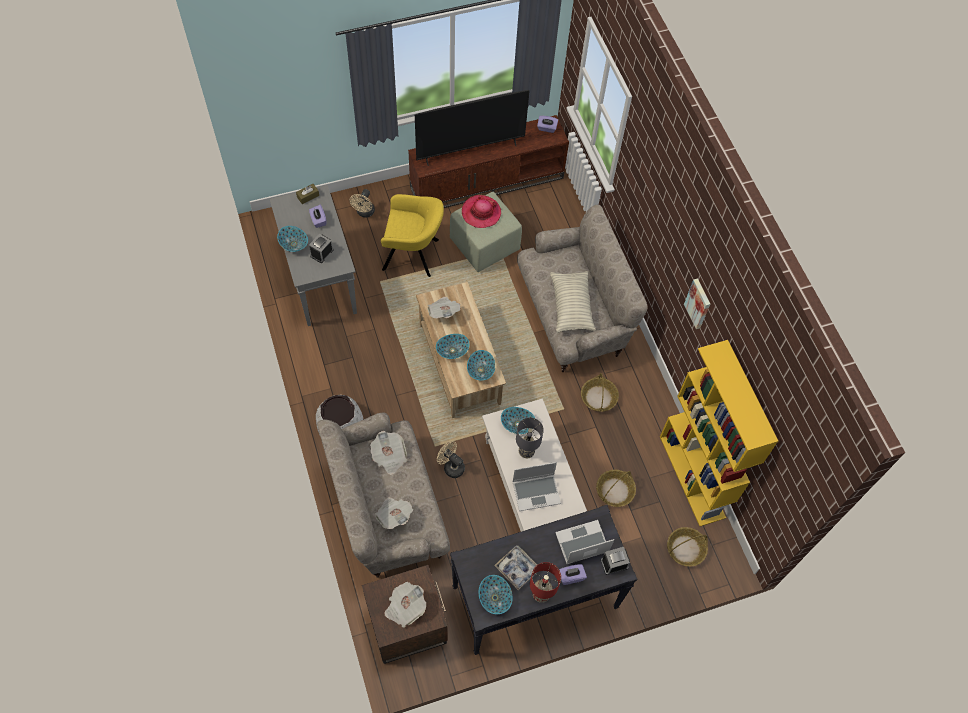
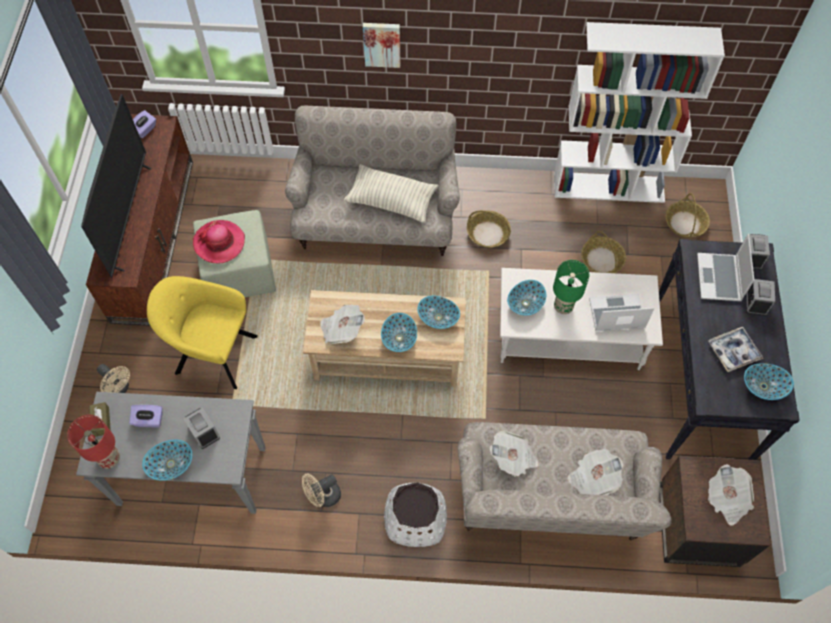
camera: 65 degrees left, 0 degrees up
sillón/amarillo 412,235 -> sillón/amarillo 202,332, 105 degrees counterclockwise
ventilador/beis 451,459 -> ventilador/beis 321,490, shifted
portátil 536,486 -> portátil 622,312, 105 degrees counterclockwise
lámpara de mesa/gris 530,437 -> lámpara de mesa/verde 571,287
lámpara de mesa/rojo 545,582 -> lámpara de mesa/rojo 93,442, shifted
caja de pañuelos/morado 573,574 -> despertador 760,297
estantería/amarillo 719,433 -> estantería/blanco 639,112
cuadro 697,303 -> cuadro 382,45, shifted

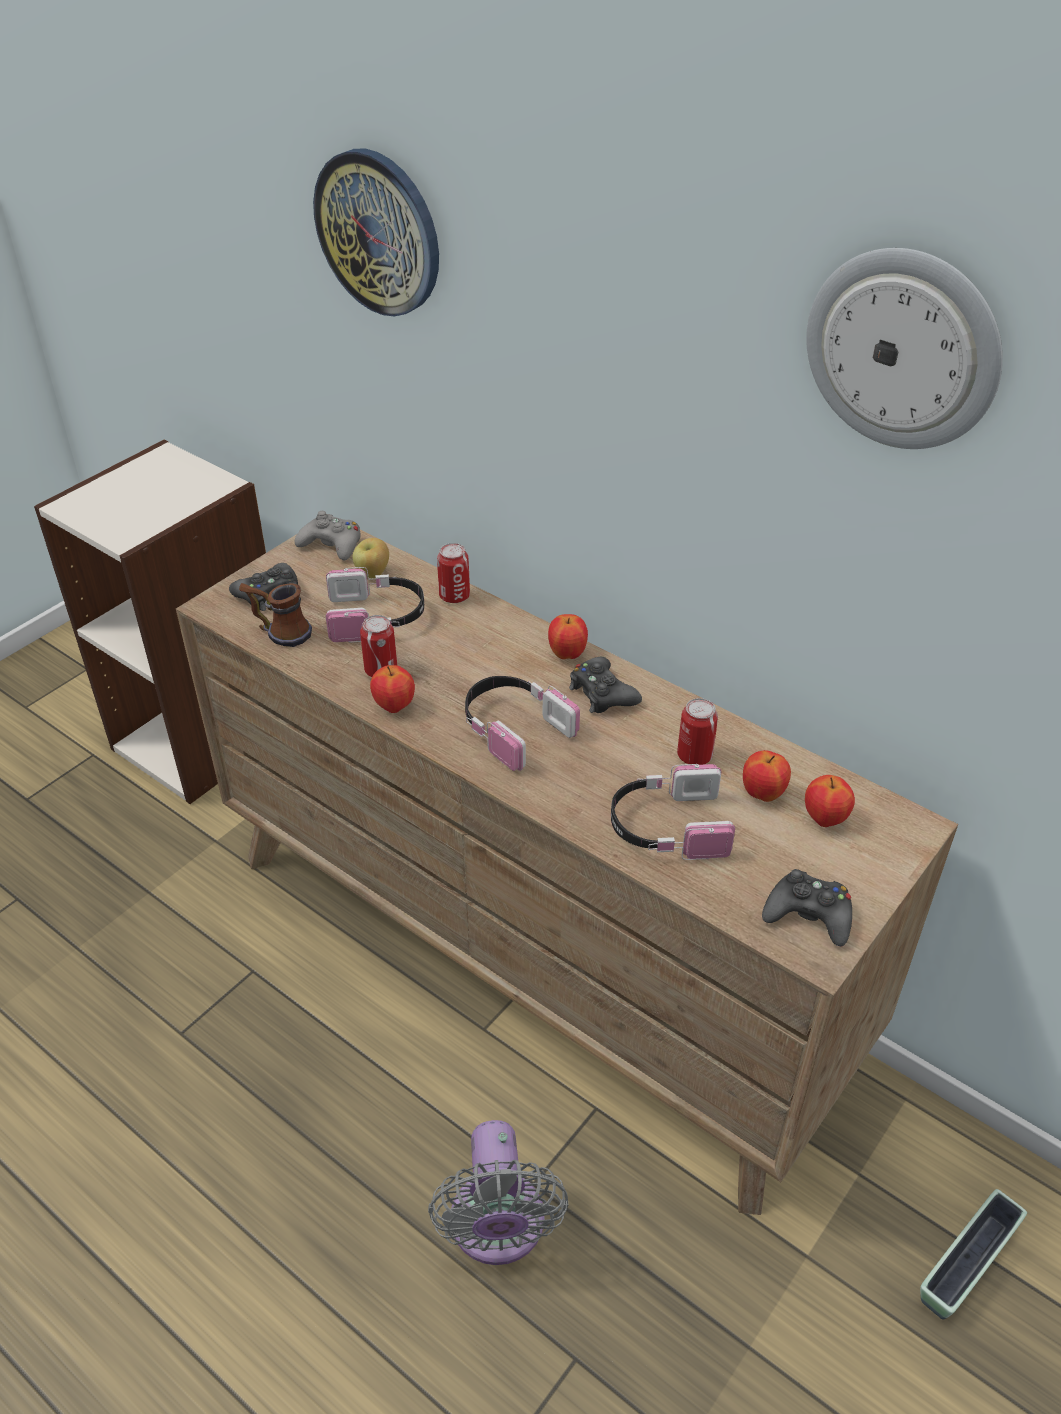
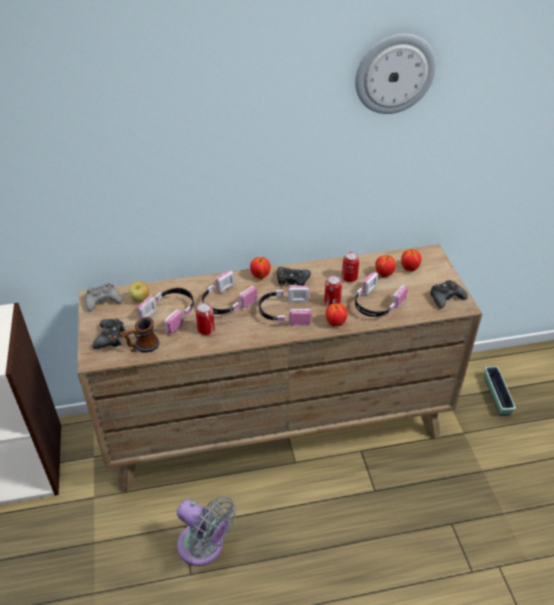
camera: 50 degrees left, 0 degrees up
reloj de pared 376,232 -> none
manzana 392,689 -> manzana 336,314, shifted
ventilador/gris 498,1192 -> ventilador/gris 206,531, shifted
lata 453,573 -> lata 333,290, shifted
none -> auriculares 230,292

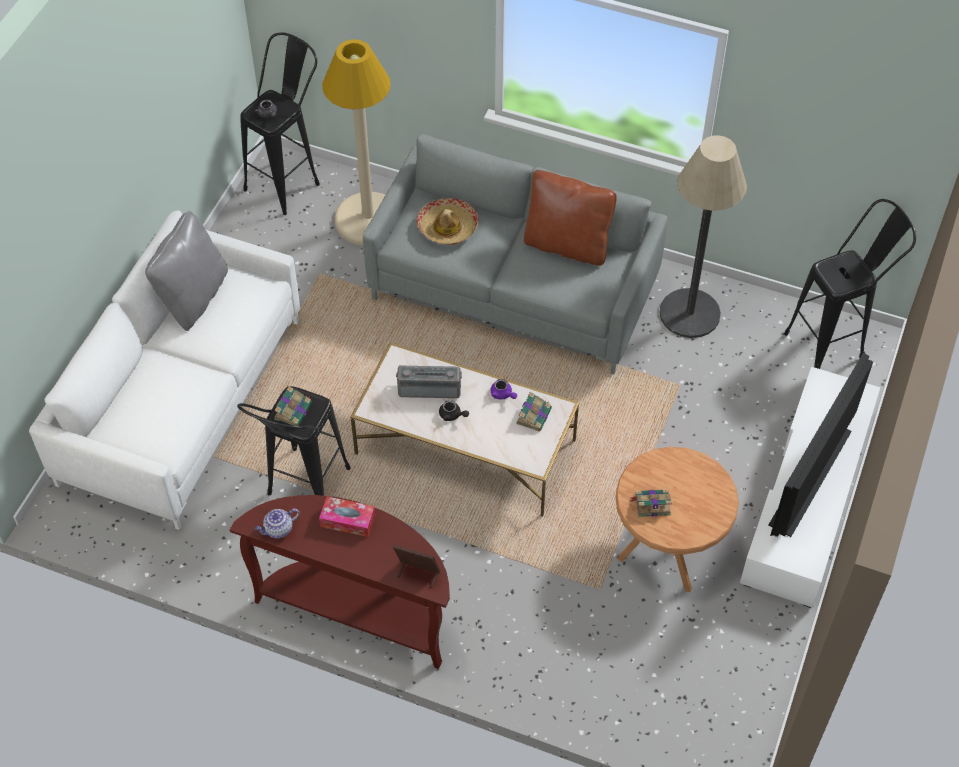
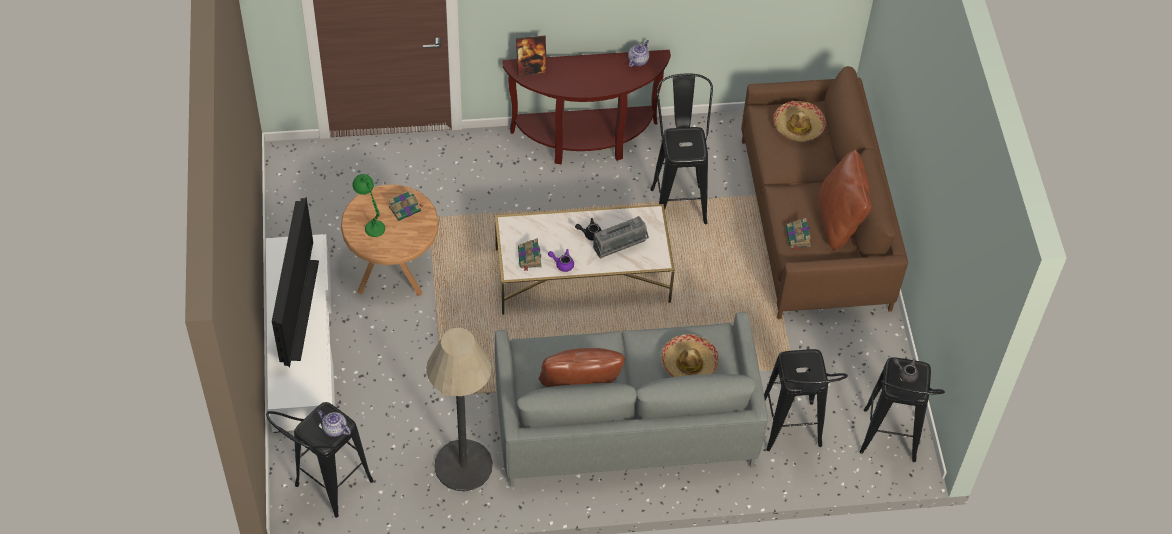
camera: 150 degrees right, 0 degrees up
sofá/blanco 164,370 -> sofá/marrón 824,192
cojín/gris 186,271 -> cojín/marrón 845,200
libro 293,406 -> libro 798,234, shifted
caja de pañuelos 347,516 -> none
lámpara de pie/beis 356,142 -> taburete/negro 806,400
none -> tetera 334,423
none -> lámpara de mesa/verde 369,205
none -> sombrero 799,121

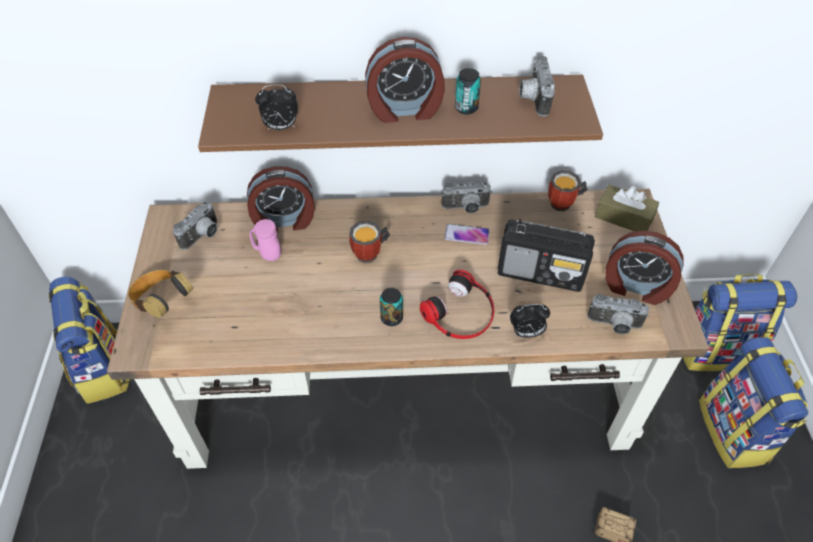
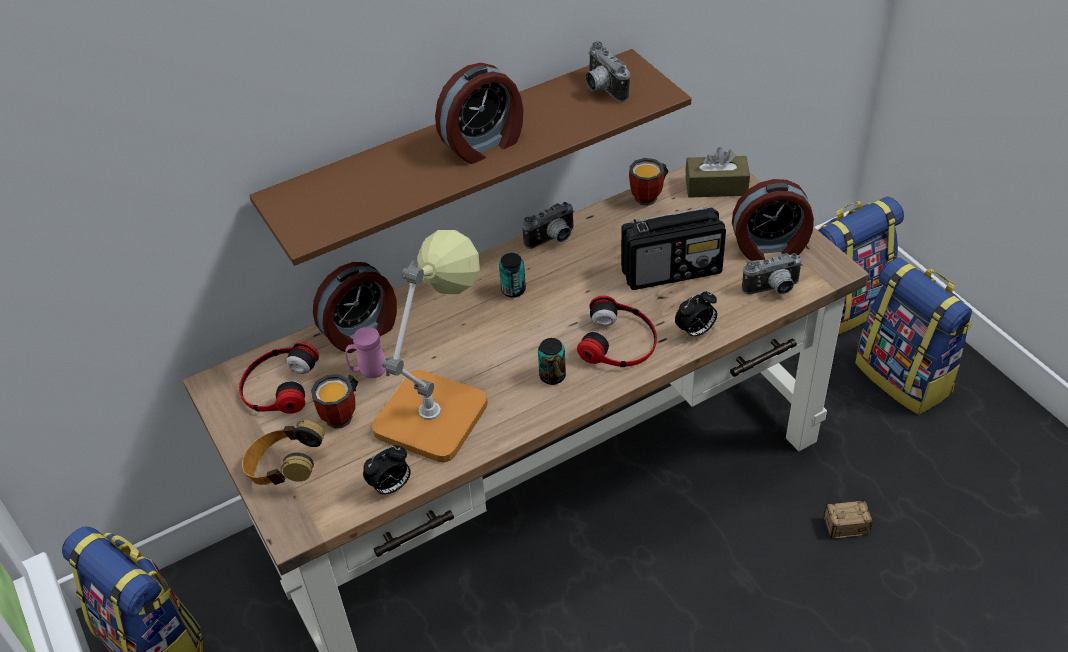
camera: 25 degrees left, 5 degrees down
cámara 195,226 -> auriculares 279,378
despertador 276,107 -> despertador 387,470, shifted
taza grande 369,241 -> taza grande 334,401, shifted
móvil 467,234 -> none
lata 468,91 -> lata 512,275, shifted
none -> lámpara de mesa 430,346

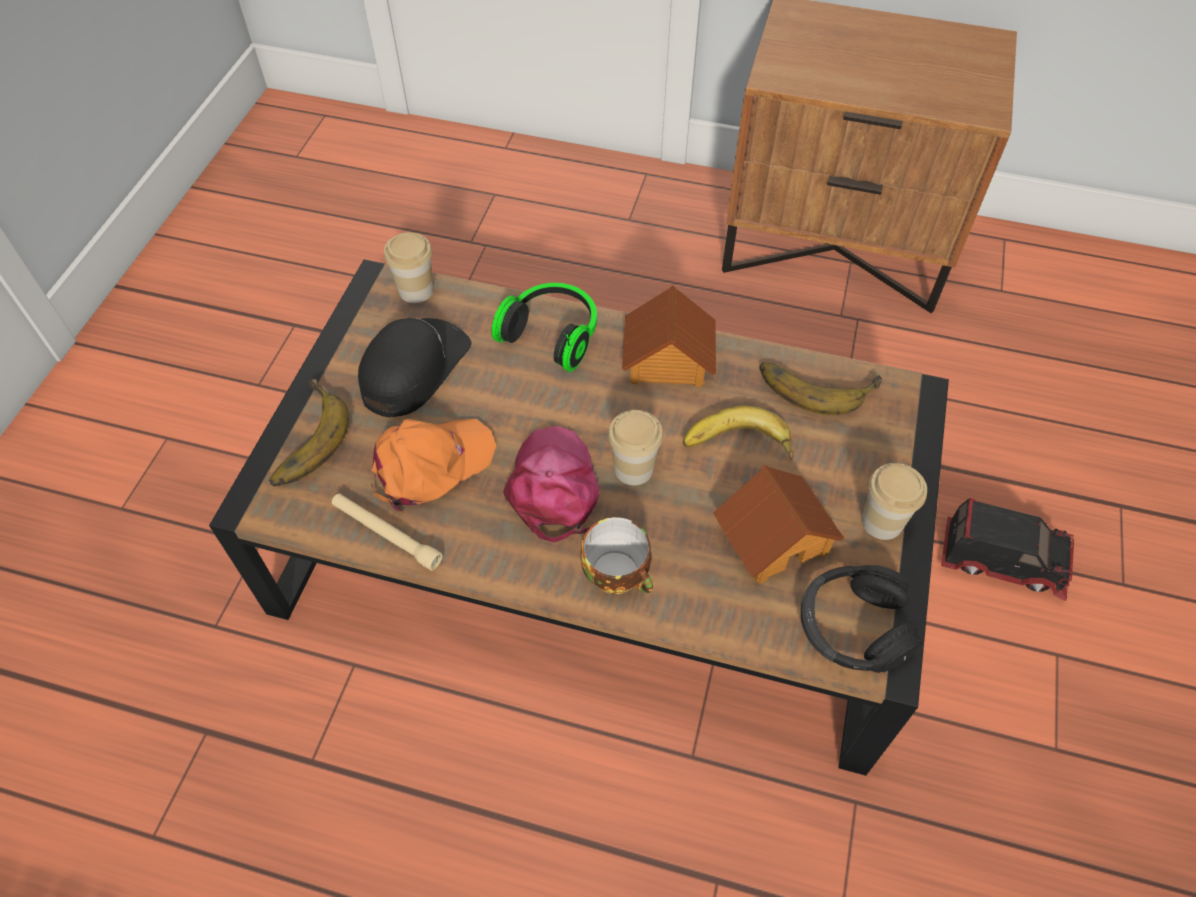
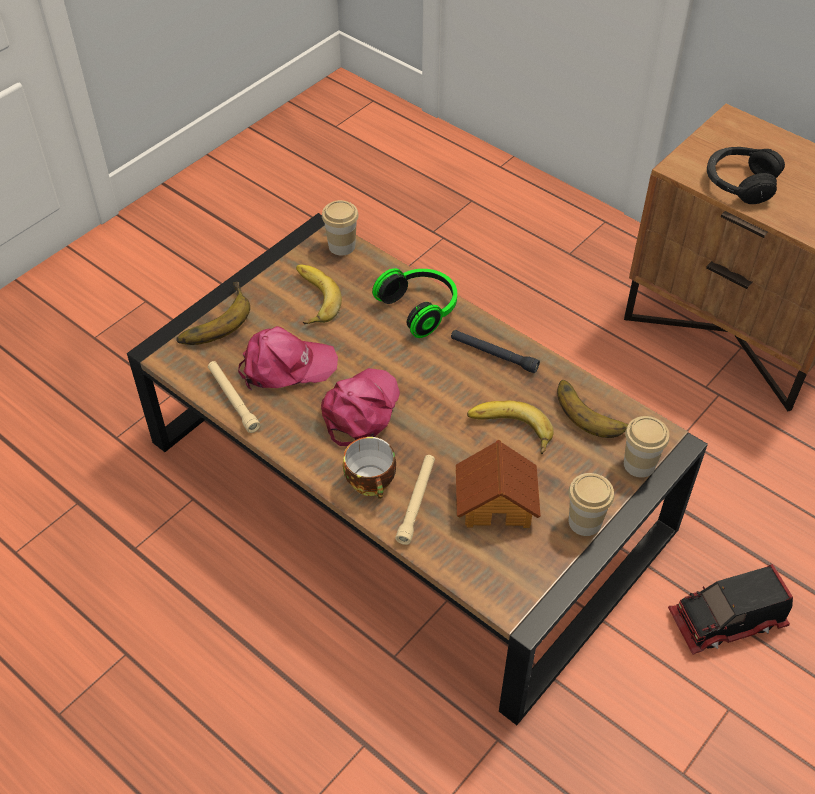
camera: 25 degrees right, 5 degrees down
gorra/negro 414,368 -> plátano 319,294
gorra/naranja 433,466 -> gorra/rosa 288,358
taza 635,447 -> taza 646,447, shifted
casita 669,336 -> linterna/negro 495,351
auriculares/negro 862,619 -> auriculares/negro 746,175, shifted
camión de juguete 1007,549 -> camión de juguete 730,609, 120 degrees clockwise
none -> linterna/beis 415,500

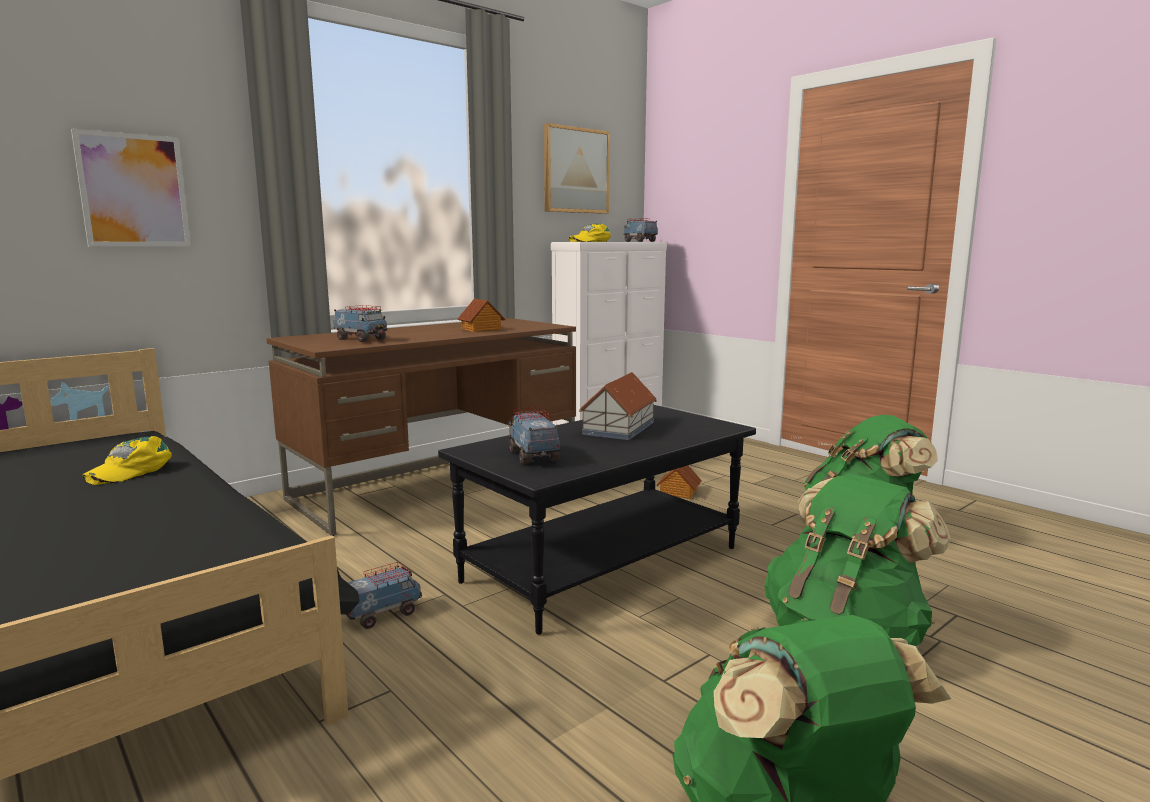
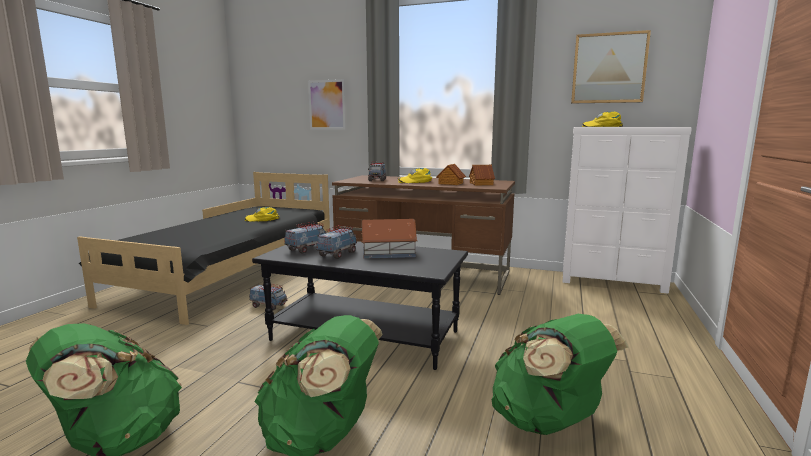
camera: 60 degrees right, 0 degrees up
camión de juguete 640,230 -> camión de juguete 336,242, shifted
casita 679,482 -> casita 482,175, shifted
none -> gorra/amarillo 415,175

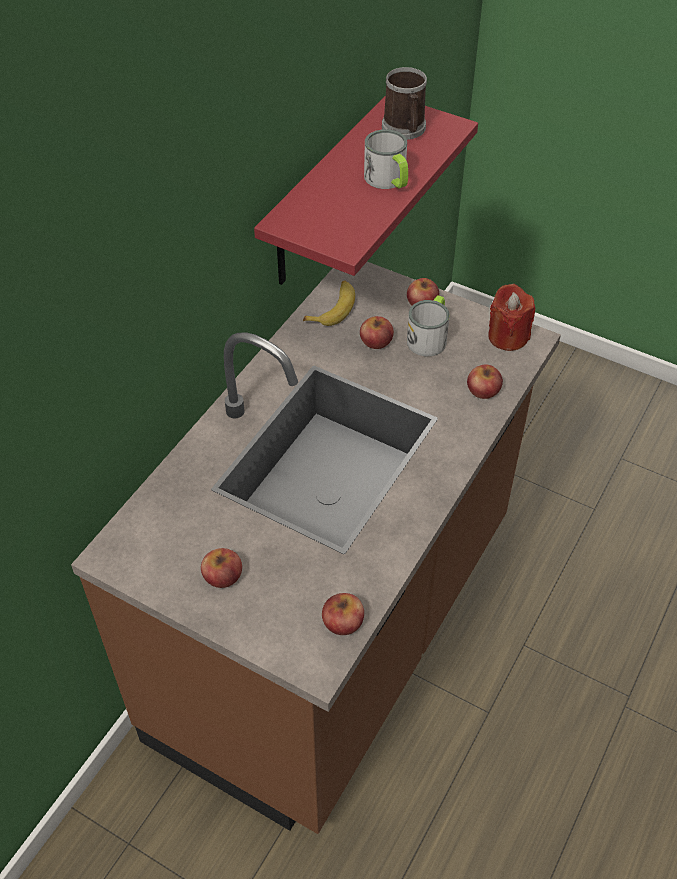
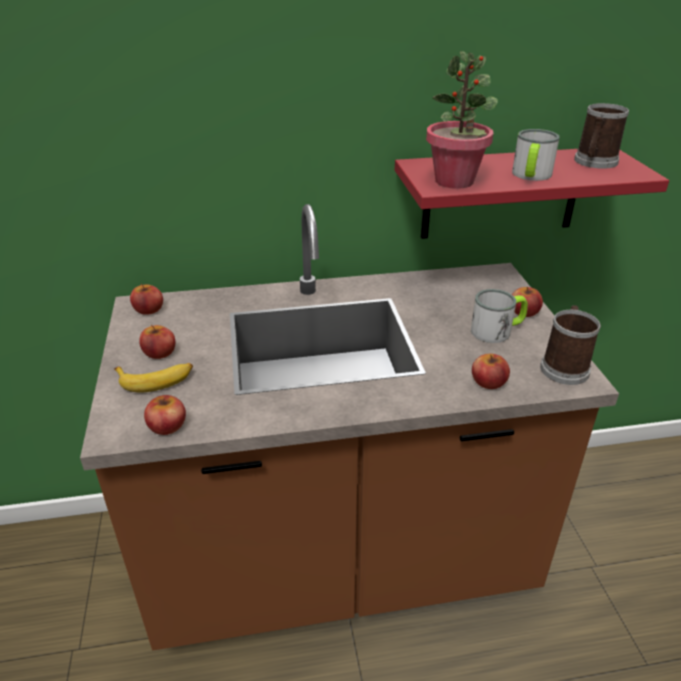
camera: 50 degrees right, 15 degrees down
plátano 329,303 -> plátano 153,377, shifted
manzana 377,332 -> manzana 146,299, shifted
vela/rojo 511,317 -> taza grande 570,345
none -> planta en maceta 462,120

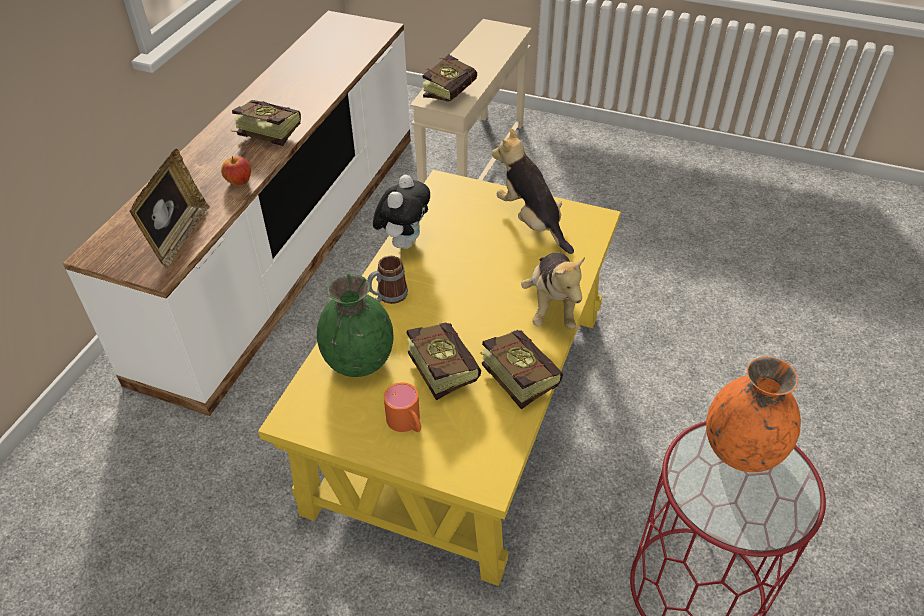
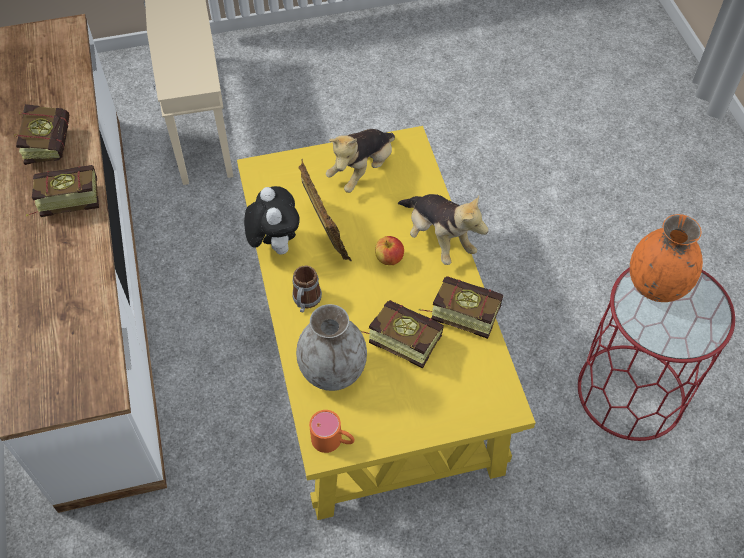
camera: 35 degrees left, 10 degrees up
portarretratos 170,208 -> portarretratos 325,210, shifted
manzana 236,171 -> manzana 389,250, shifted
florero/verde 355,325 -> florero/gris 331,347
taza grande/naranja 402,407 -> taza grande/naranja 332,431, shifted
libro 449,78 -> libro 41,134, shifted
peluche 533,191 -> peluche 360,161, 75 degrees counterclockwise

